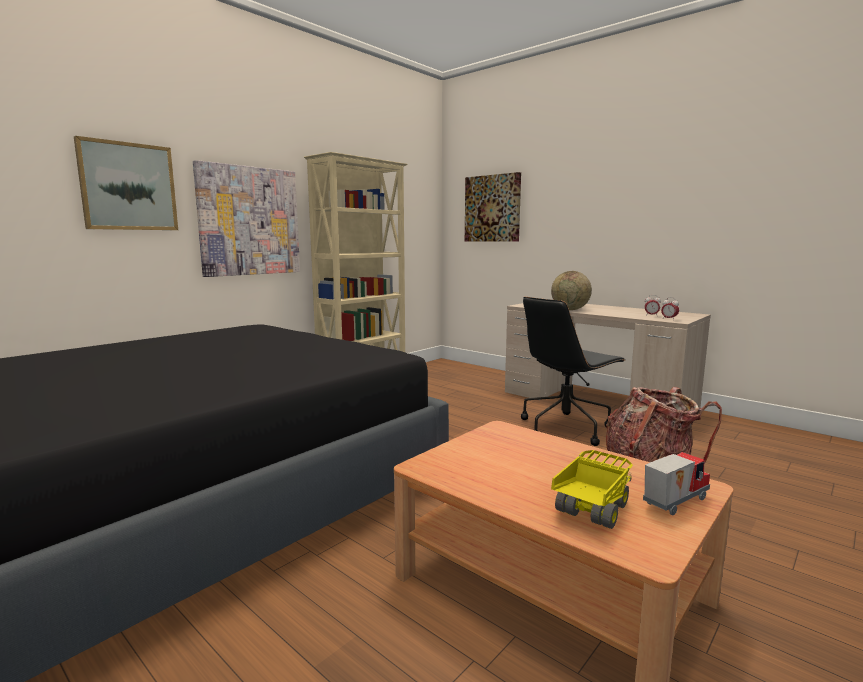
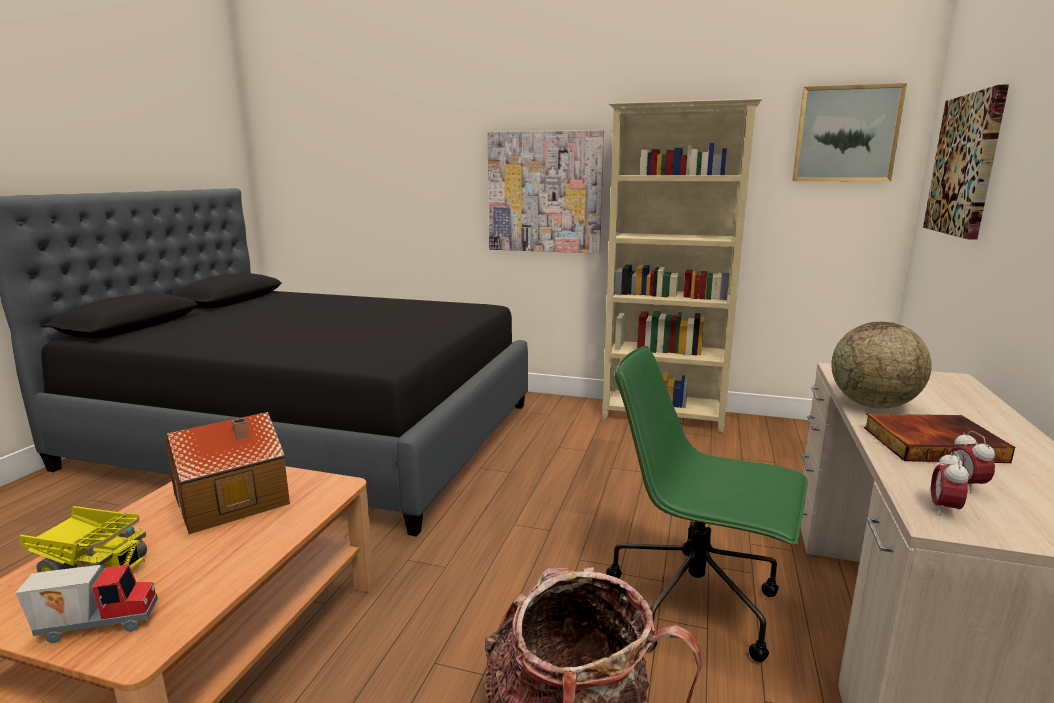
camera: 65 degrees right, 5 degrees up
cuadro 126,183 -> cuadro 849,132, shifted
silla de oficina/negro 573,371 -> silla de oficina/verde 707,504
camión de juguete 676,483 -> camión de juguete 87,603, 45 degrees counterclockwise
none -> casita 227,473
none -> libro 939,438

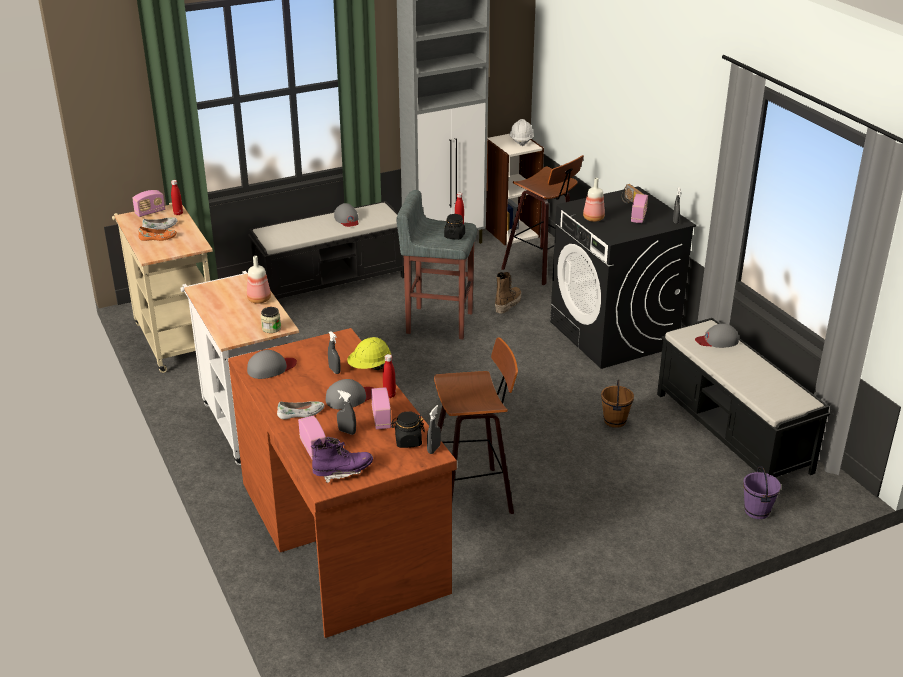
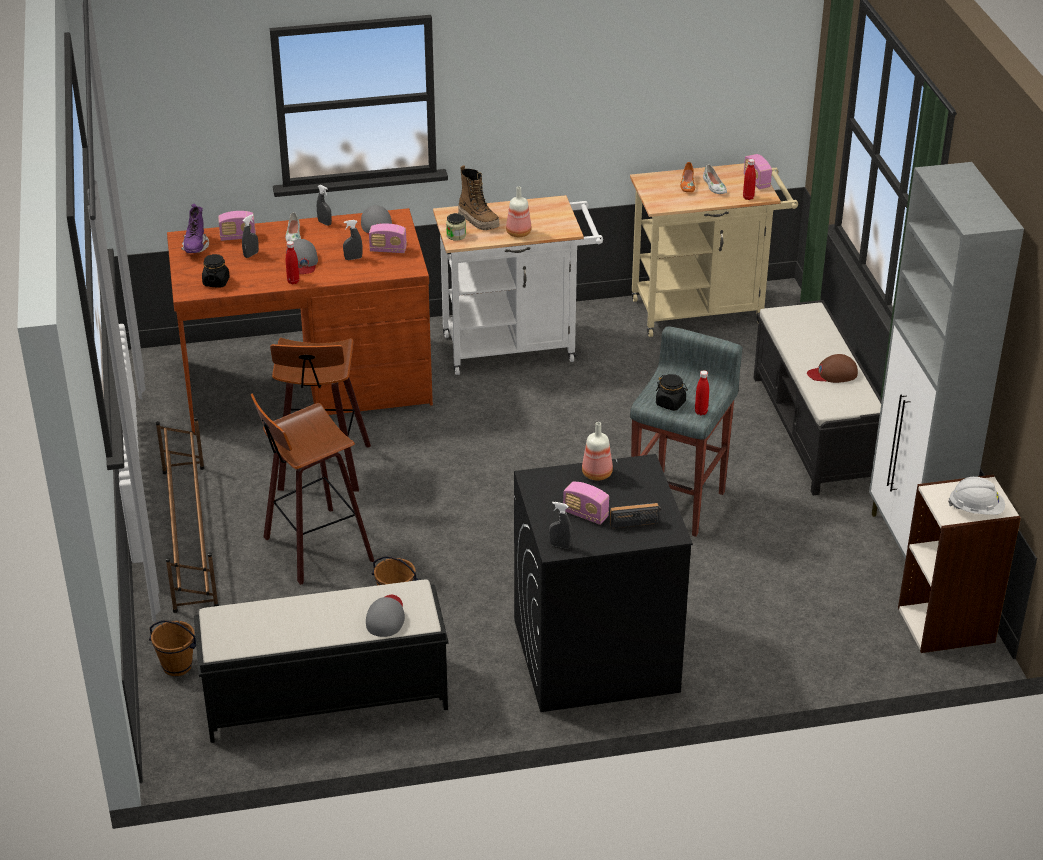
camera: 105 degrees right, 5 degrees up
gorra/gris 346,215 -> gorra/marrón 832,368
casco/amarillo 369,353 -> none
radio 381,408 -> radio 388,238, shifted
pulverizador/gris 434,429 -> pulverizador/gris 324,205, shifted
bota 508,292 -> bota 479,197, shifted
taburete 542,220 -> taburete 312,489, shifted
cubo/morado 762,492 -> cubo/marrón 172,648
none -> zapatero/marrón 187,515

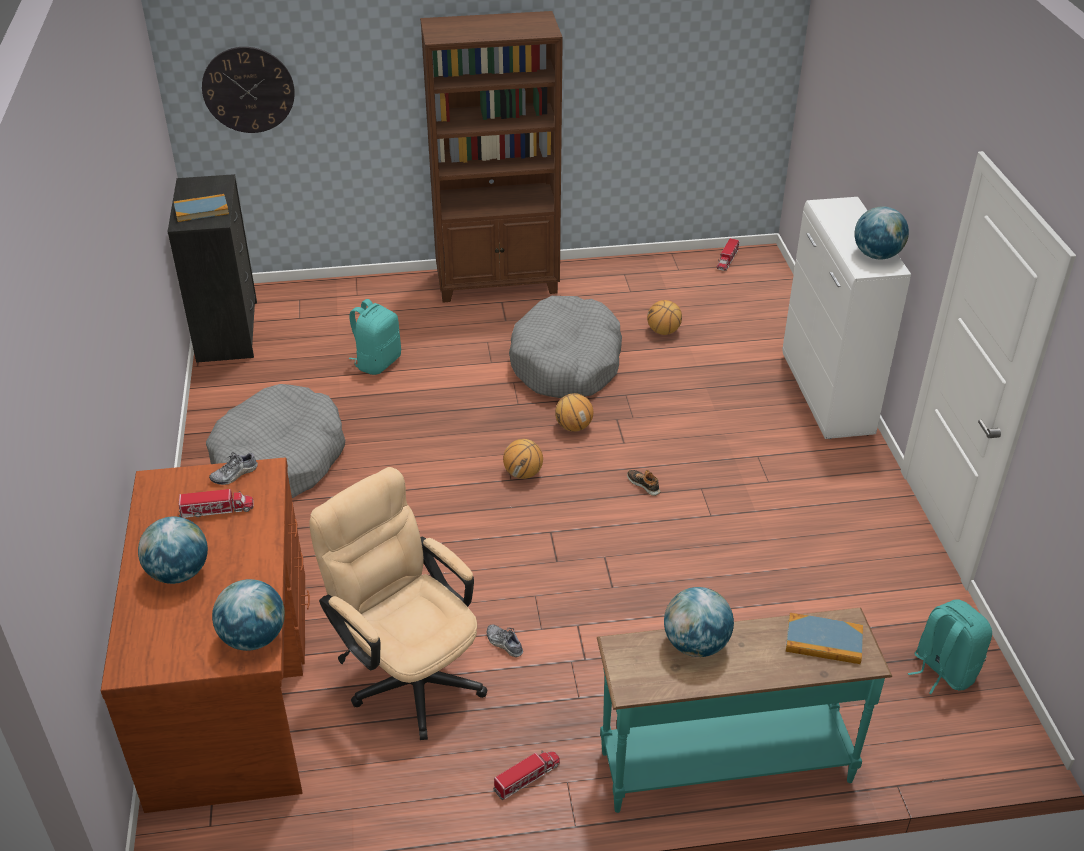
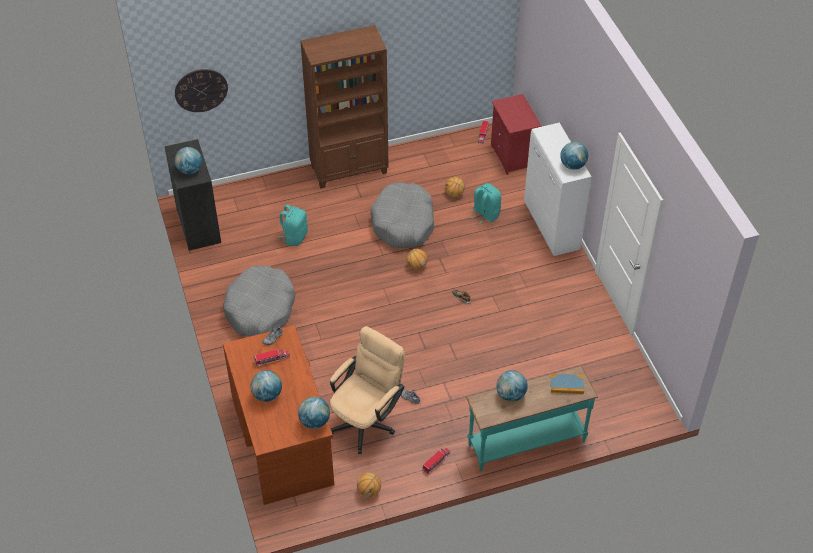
camera: 10 degrees left, 10 degrees up
libro 201,208 -> globo terráqueo 188,160
silla de oficina/beis 398,603 -> silla de oficina/beis 367,390, 90 degrees clockwise
balón de baloncesto 523,459 -> balón de baloncesto 369,485, shifted
mochila/turquesa 950,646 -> mochila/turquesa 485,204, shifted
none -> mesita de noche/rojo 516,134

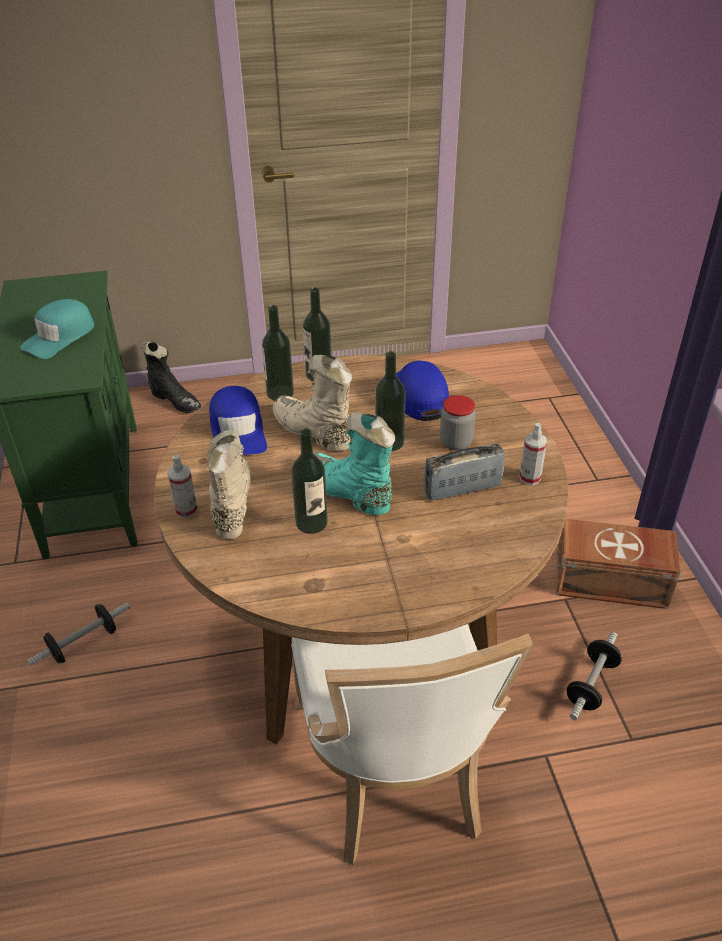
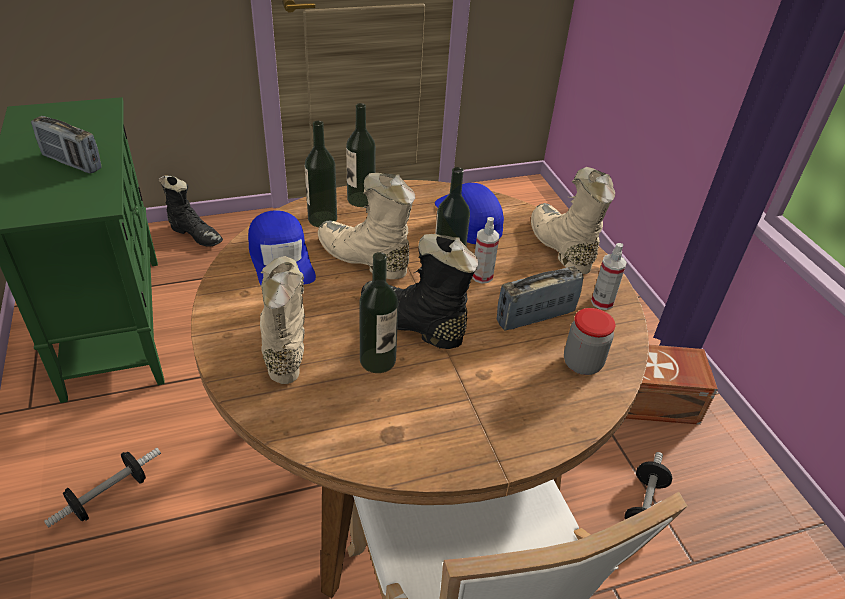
camera: 10 degrees left, 0 degrees up
gorra/turquesa 57,329 -> radio 66,145
pulverizador 182,486 -> pulverizador 485,250, shifted
bota/turquesa 354,463 -> bota/negro 419,291
tarro 458,422 -> tarro 589,341, shifted
none -> bota/beis 573,220

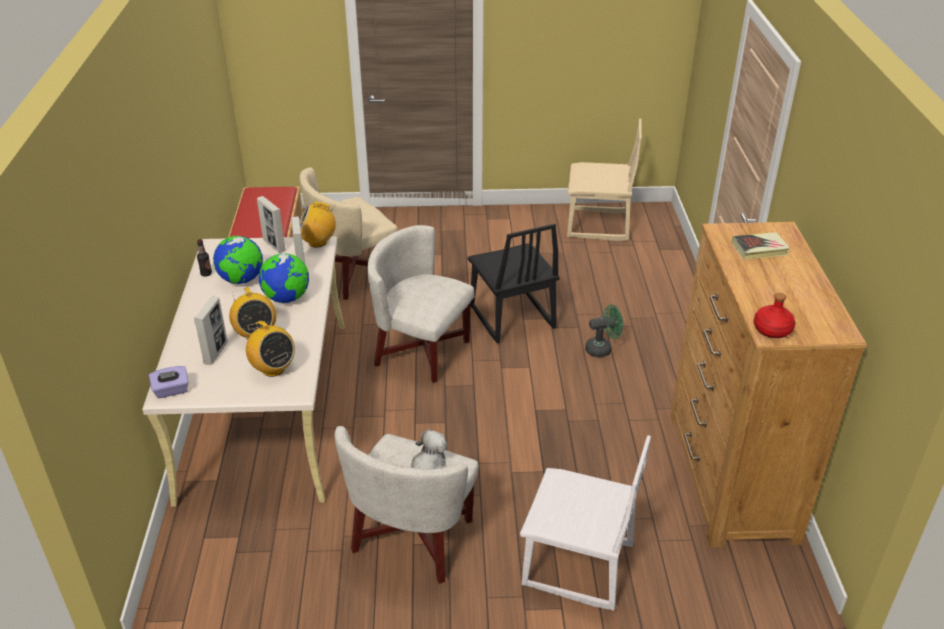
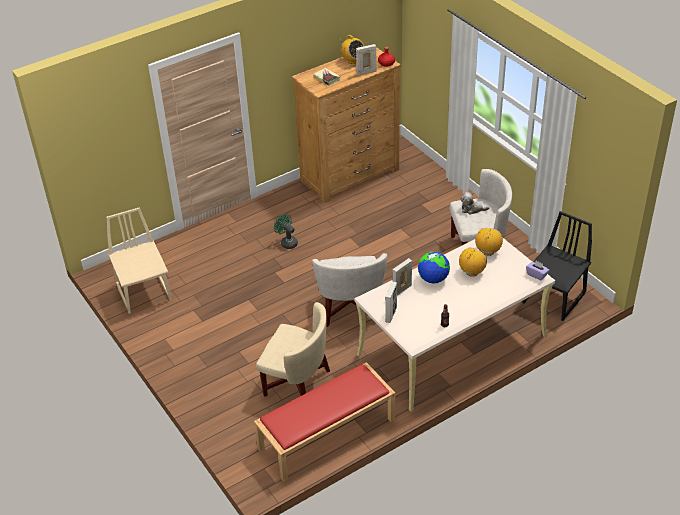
camera: 120 degrees left, 5 degrees up
portarretratos 211,330 -> portarretratos 366,59, shifted
globo terráqueo 238,260 -> none
radio 318,225 -> radio 352,49, shifted
silla/negro 514,283 -> silla/negro 557,266, shifted
silla/blanco 585,523 -> none

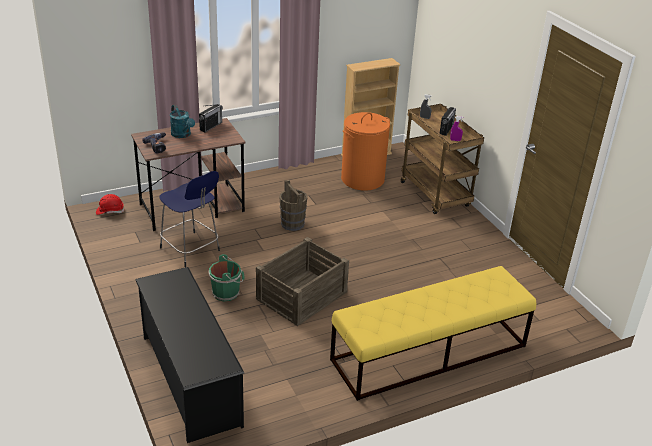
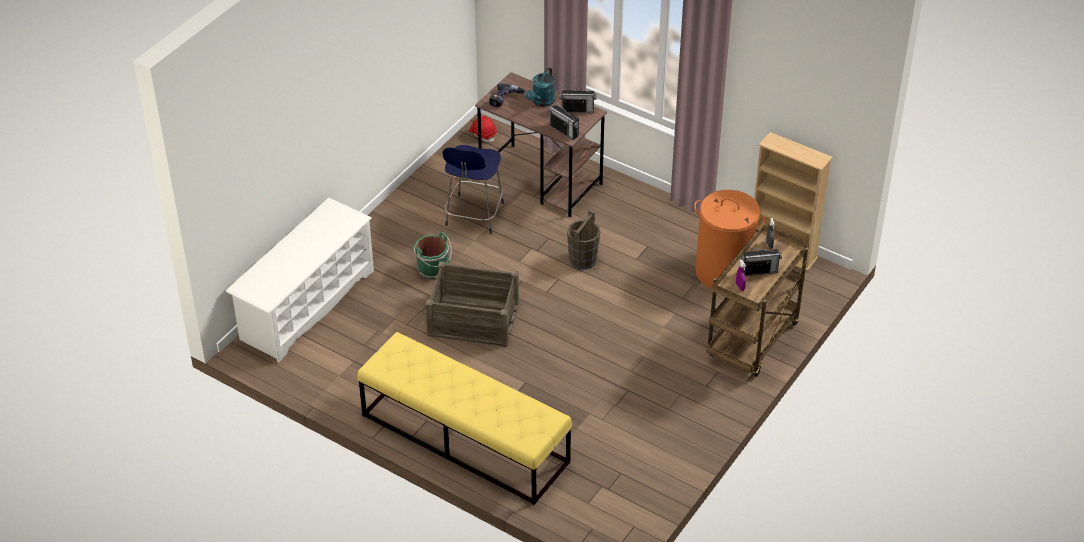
camera: 60 degrees right, 10 degrees up
zapatero/negro 189,355 -> zapatero/blanco 300,280
none -> radio 563,120

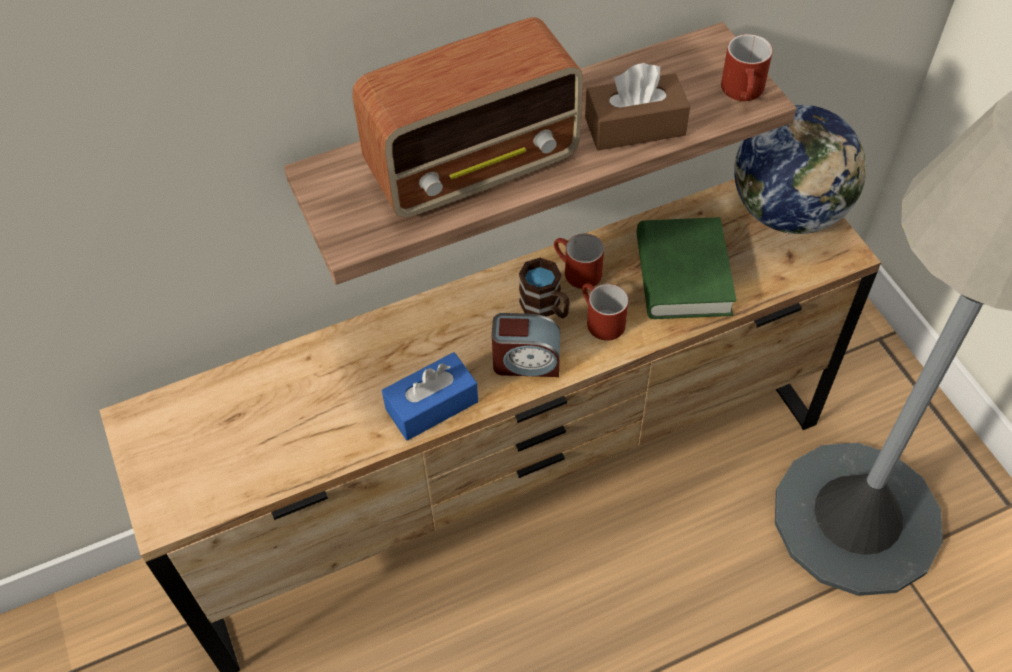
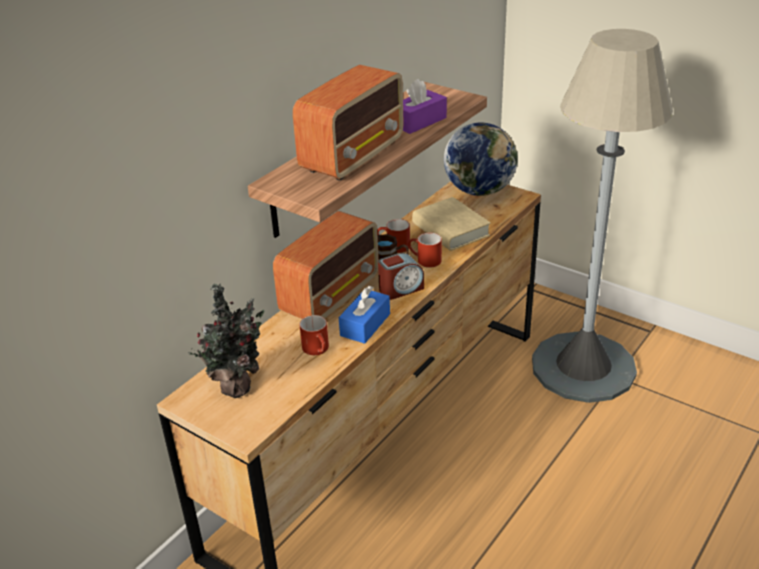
camera: 30 degrees left, 20 degrees down
caja de pañuelos/marrón 637,107 -> caja de pañuelos/morado 425,106
libro/verde 686,268 -> libro/beis 451,224
taza grande/rojo 747,67 -> taza grande/rojo 314,335, shifted
none -> planta en maceta 226,341
none -> radio 326,265

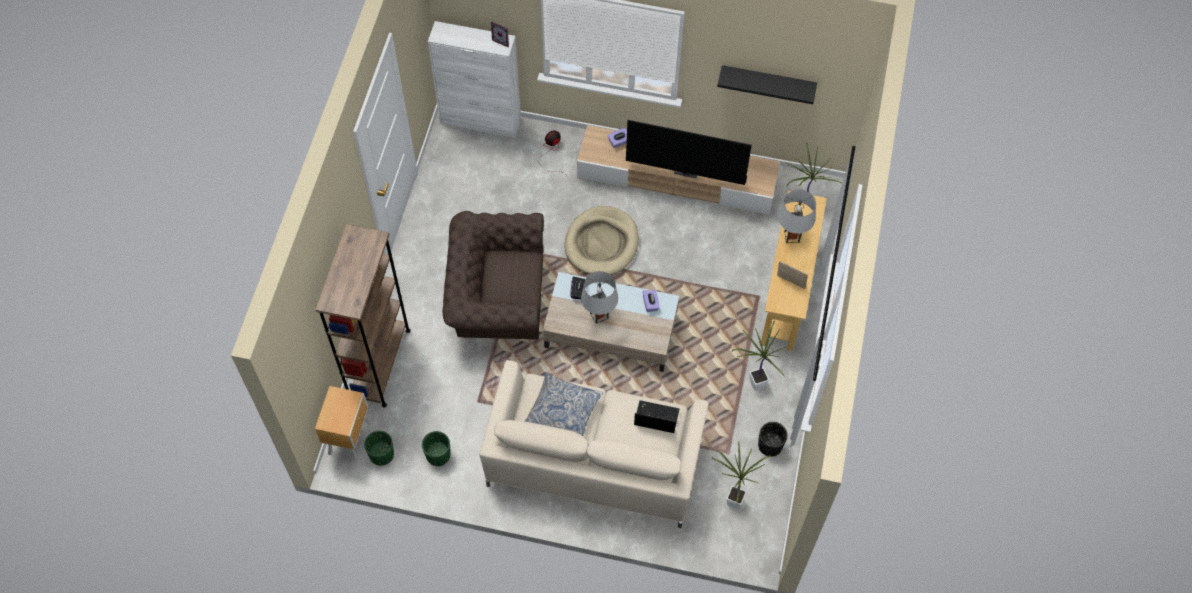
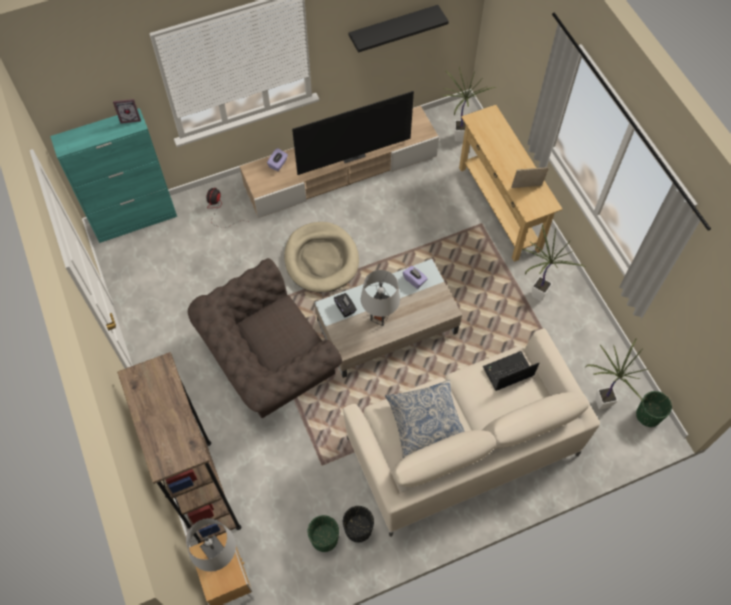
camera: 35 degrees left, 0 degrees up
maceta/verde 379,448 -> maceta/verde 654,409, shifted
armario/blanco 474,79 -> armario/turquesa 113,175
maceta/negro 773,439 -> maceta/negro 358,524, shifted
lámpara de mesa/gris 797,216 -> lámpara de mesa/gris 211,545, shifted

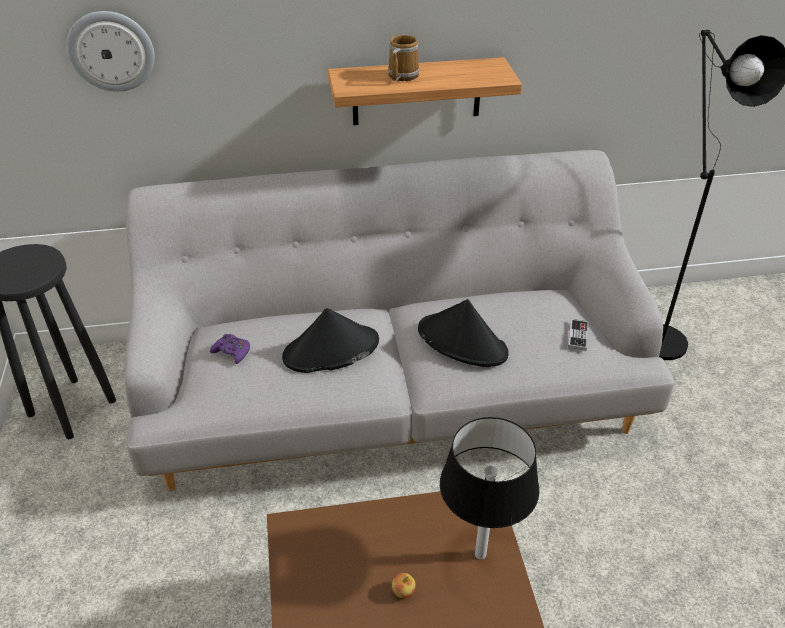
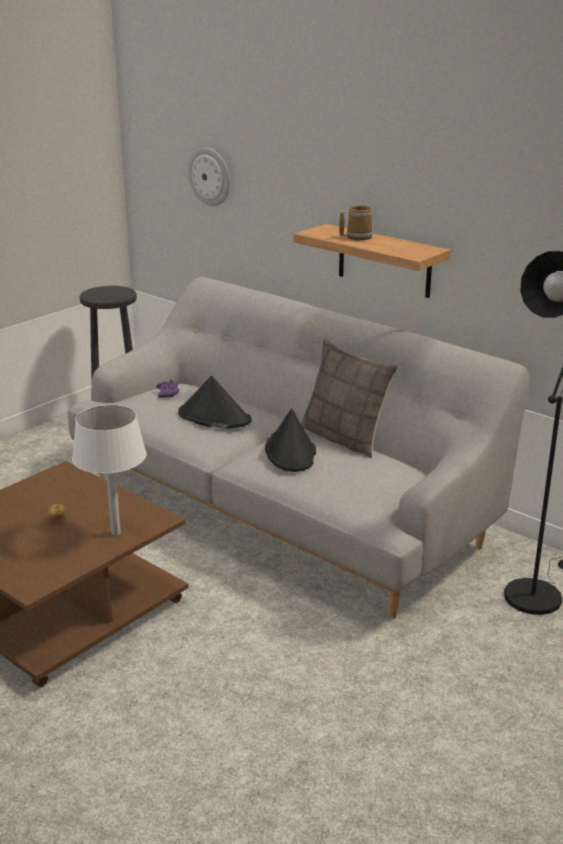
camera: 50 degrees right, 15 degrees down
lámpara de mesa/negro 489,488 -> lámpara de mesa/blanco 109,470
mando de consola 578,335 -> none
none -> cojín 349,398

